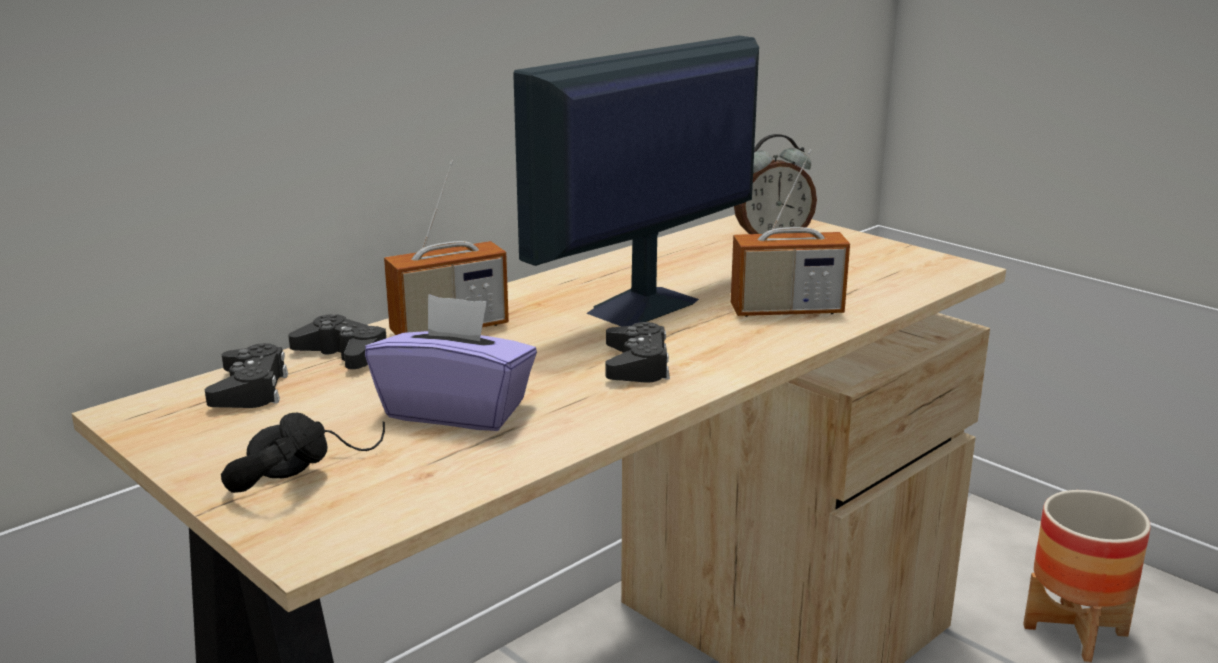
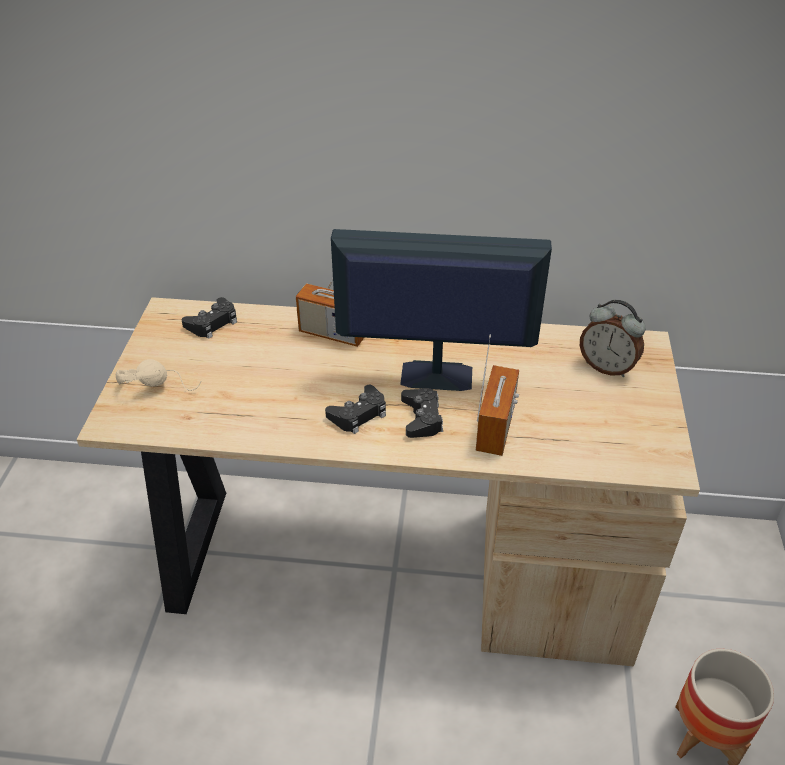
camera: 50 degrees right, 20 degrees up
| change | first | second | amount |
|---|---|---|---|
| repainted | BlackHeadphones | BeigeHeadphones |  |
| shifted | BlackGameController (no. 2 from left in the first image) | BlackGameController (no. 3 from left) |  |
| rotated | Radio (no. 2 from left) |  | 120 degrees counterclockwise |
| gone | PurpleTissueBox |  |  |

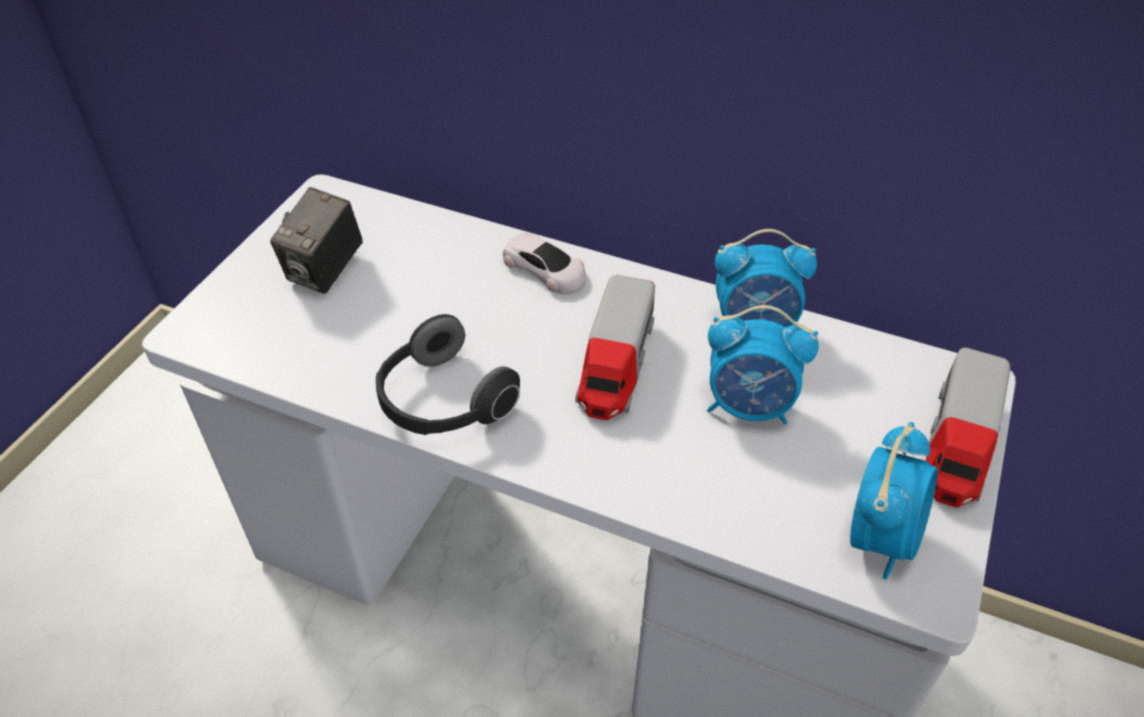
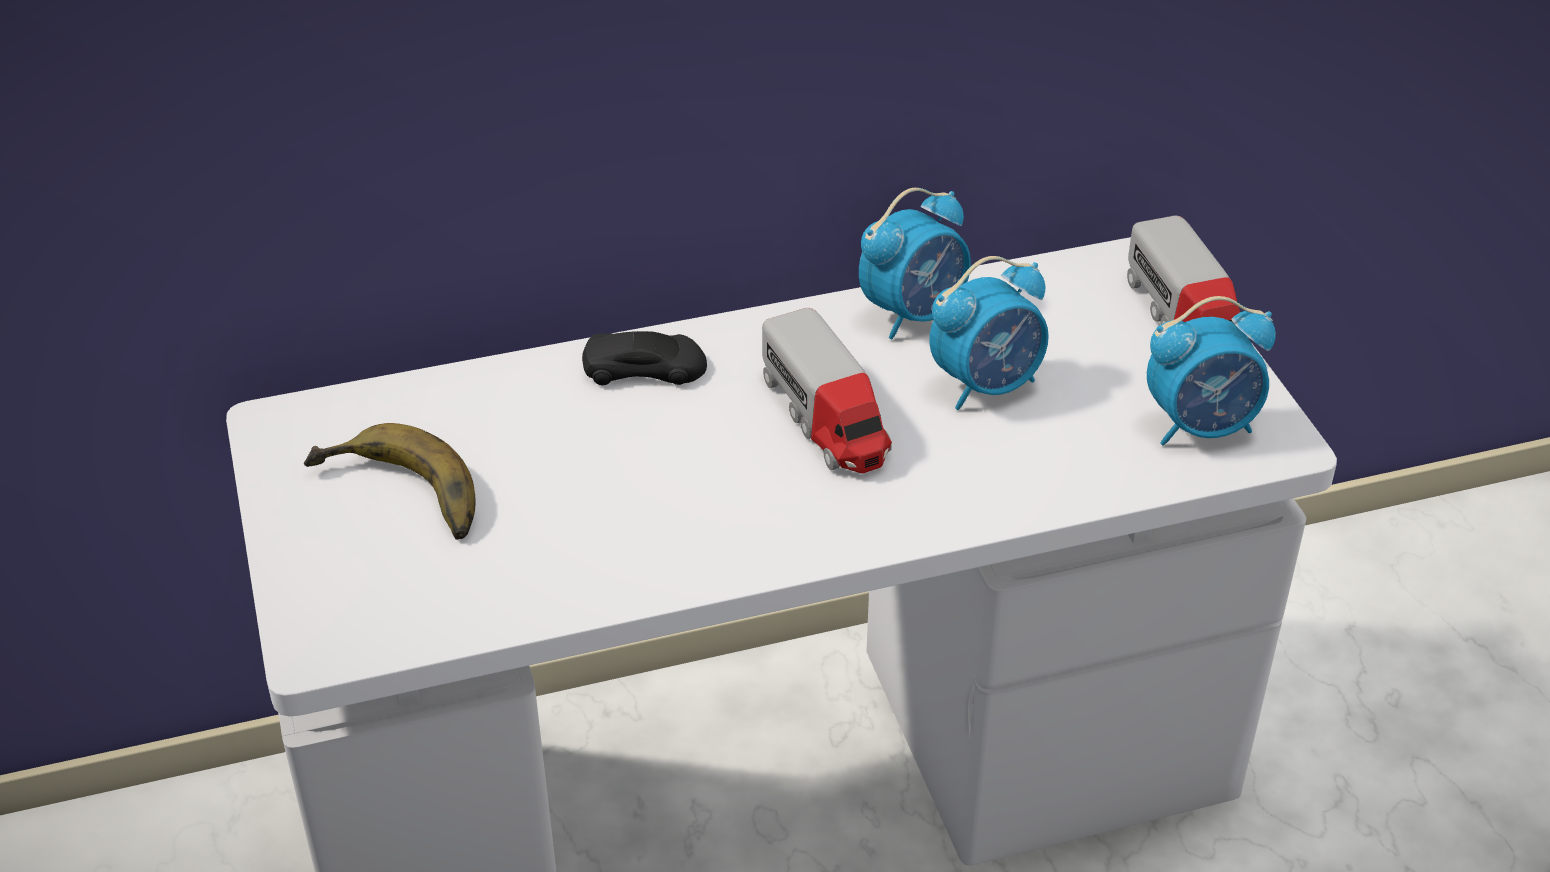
camera: 40 degrees left, 5 degrees down
| change | first | second | amount |
|---|---|---|---|
| swapped | PhotoCamera | Banana |  |
| repainted | WhiteToyCar | BlackToyCar |  |
| rotated | AlarmClock (no. 3 from left) |  | 90 degrees clockwise |
| gone | Headphones |  |  |

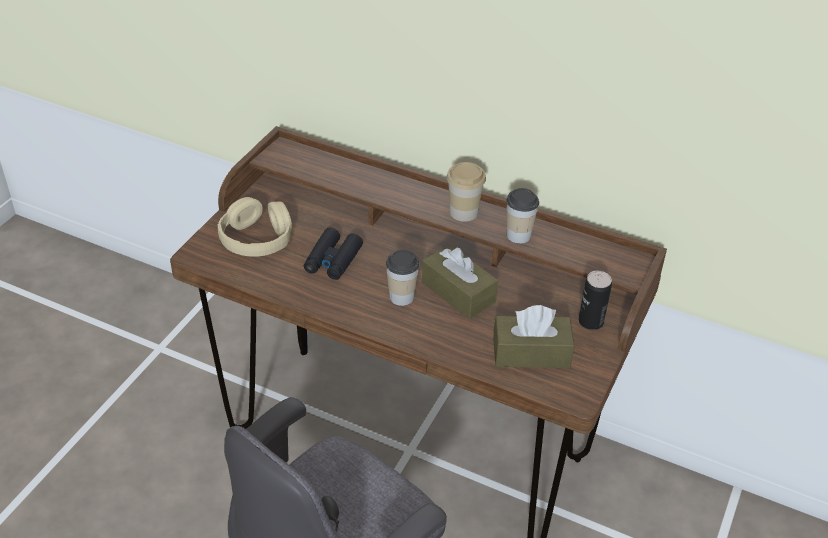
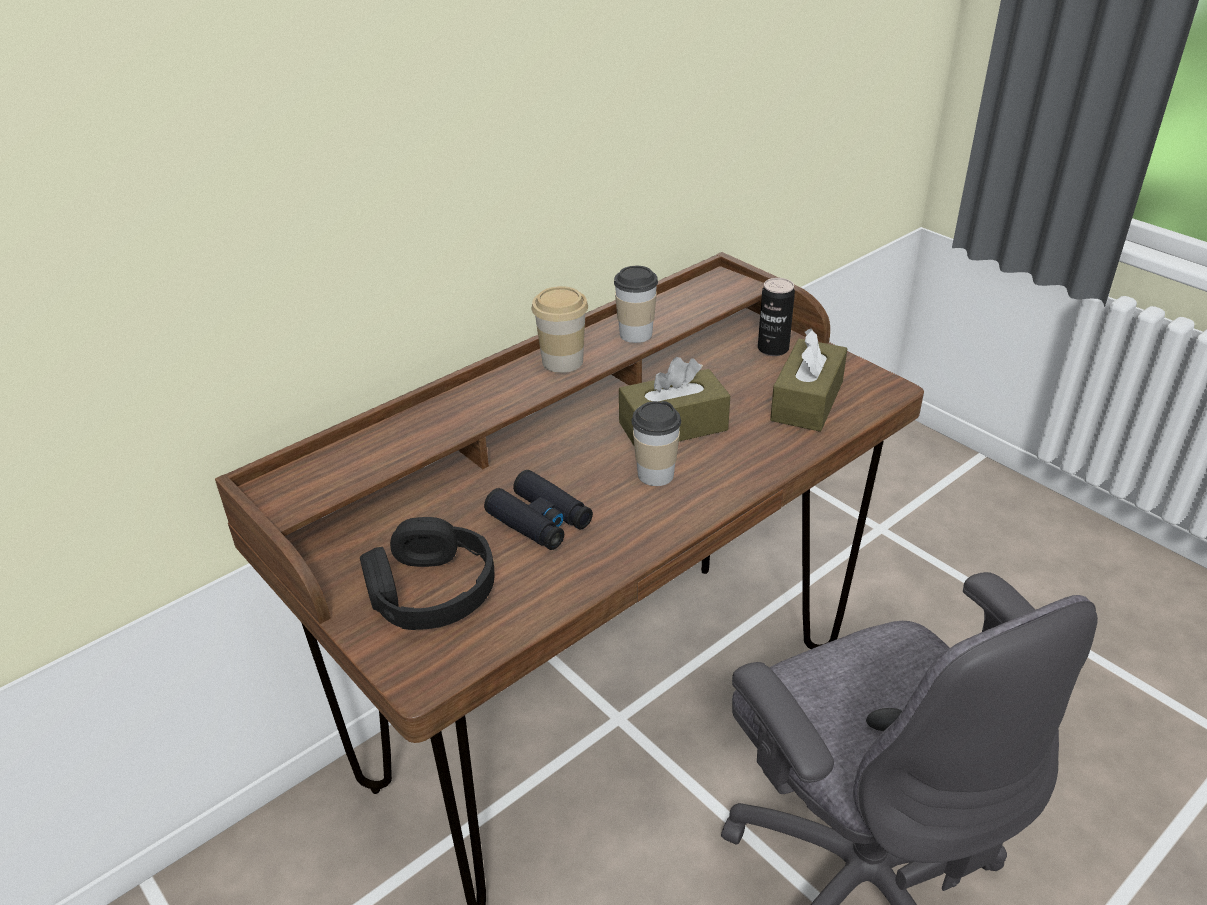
camera: 65 degrees left, 5 degrees down
| change | first | second | amount |
|---|---|---|---|
| repainted | BeigeHeadphones | BlackHeadphones |  |

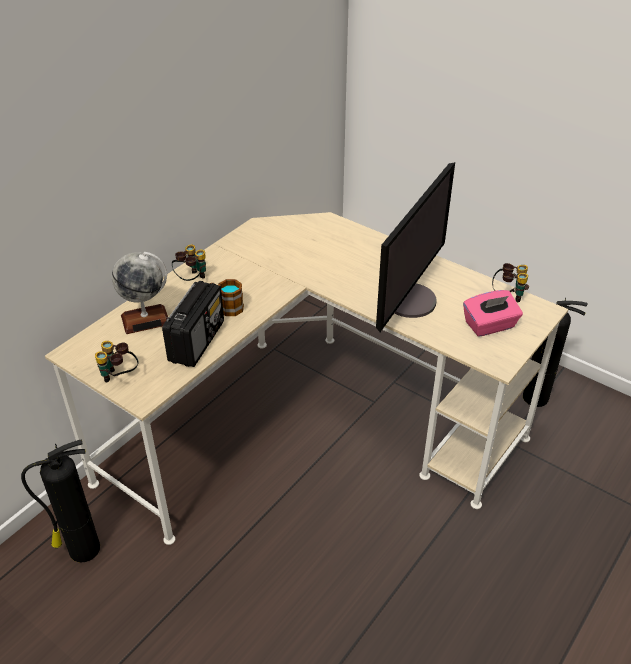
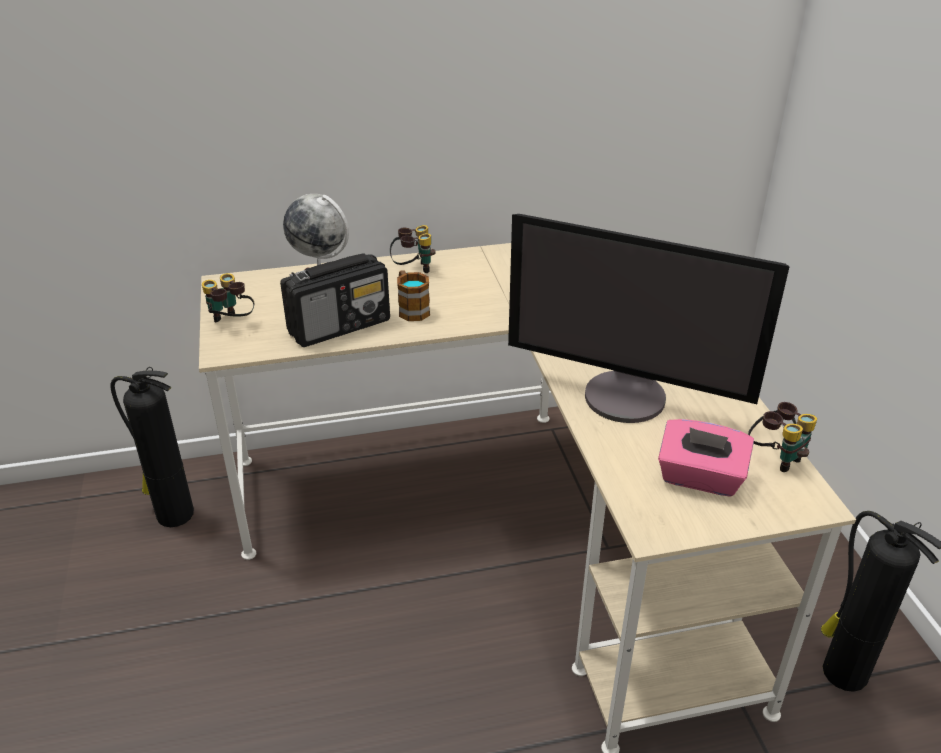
camera: 40 degrees right, 5 degrees down
| change | first | second | amount |
|---|---|---|---|
| rotated | Monitor |  | 45 degrees clockwise |

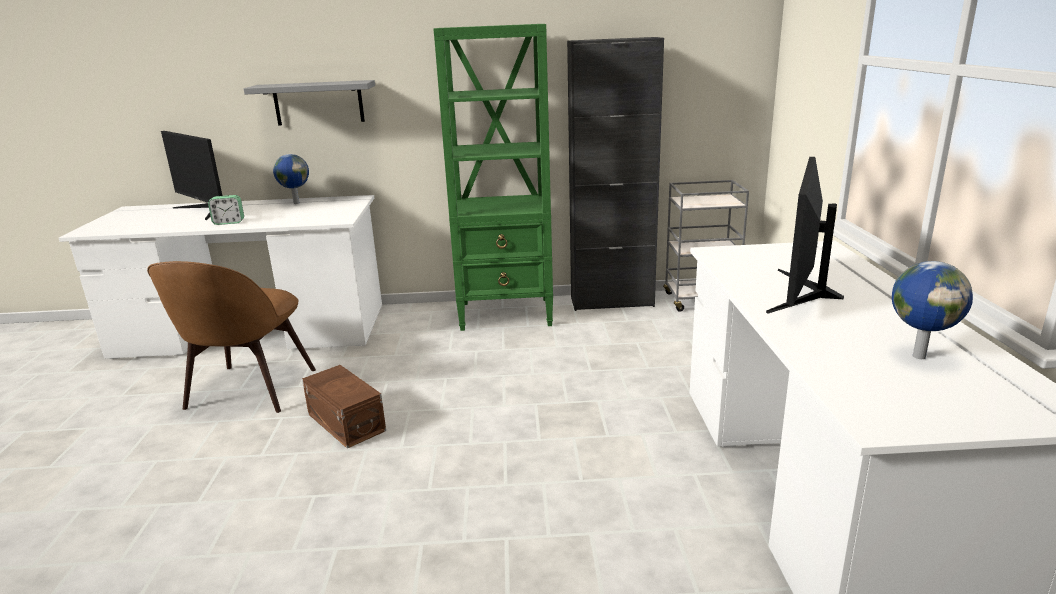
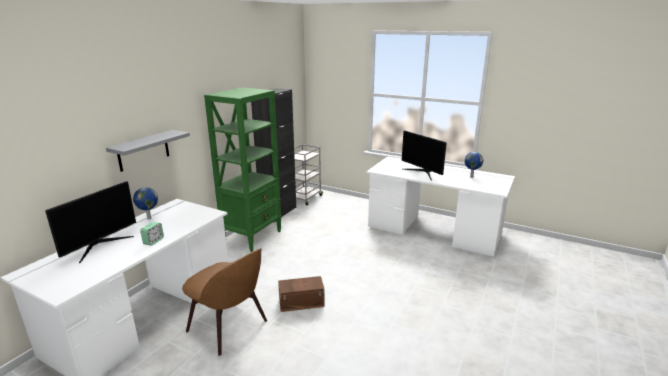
camera: 60 degrees left, 0 degrees up
| change | first | second | amount |
|---|---|---|---|
| rotated | Monitor (no. 1 from left) |  | 45 degrees counterclockwise |

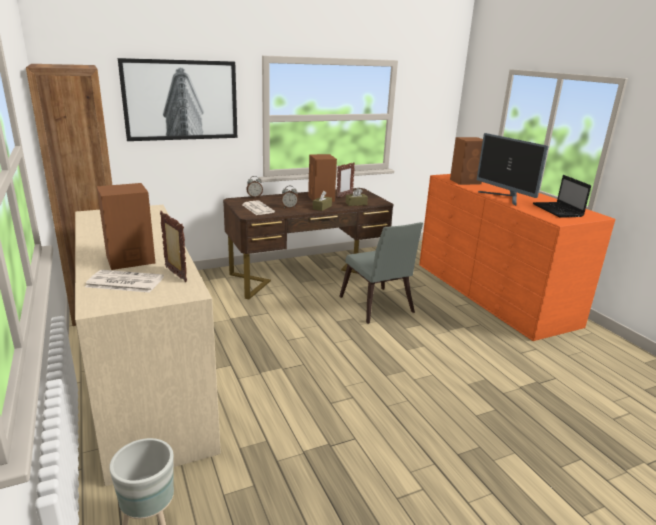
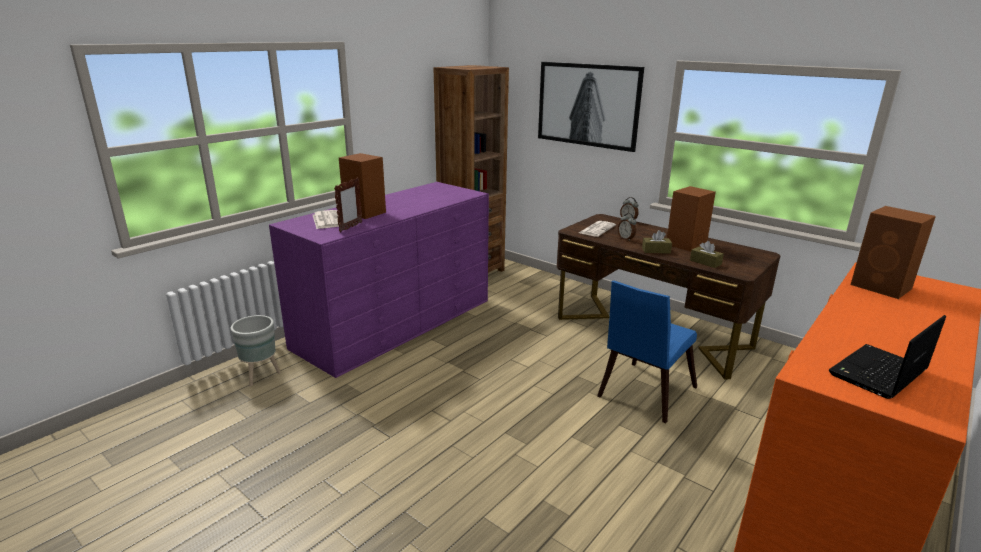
camera: 65 degrees right, 0 degrees up
| change | first | second | amount |
|---|---|---|---|
| repainted | BeigeDresser | PurpleDresser |  |
| repainted | GreyChair | BlueChair |  |
| gone | PictureFrame (no. 2 from left) |  |  |
| gone | Monitor |  |  |

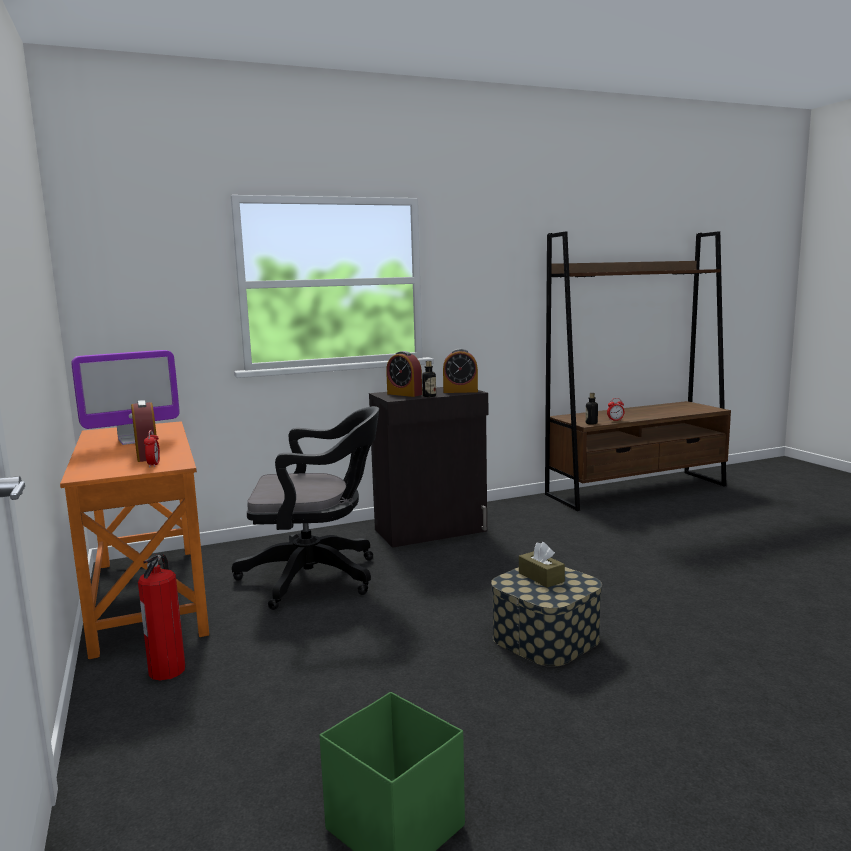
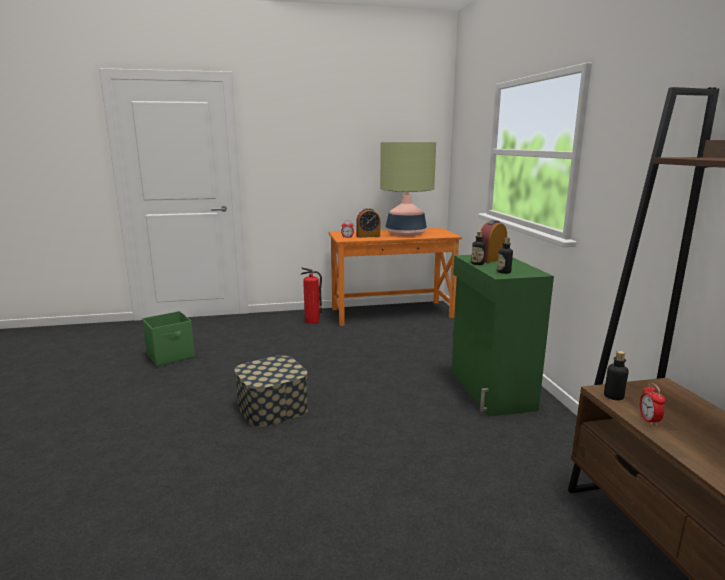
camera: 100 degrees right, 5 degrees up
| change | first | second | amount |
|---|---|---|---|
| swapped | Monitor | TableLamp |  |
| repainted | BlackCabinet | GreenCabinet |  |
| swapped | AlarmClock (no. 4 from left) | Bottle (no. 2 from left) |  |
| gone | BlackOfficeChair |  |  |
| gone | BrownTissueBox |  |  |

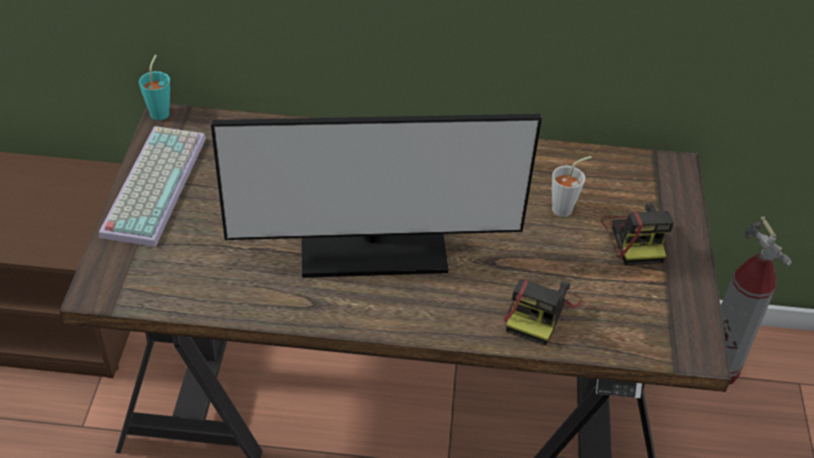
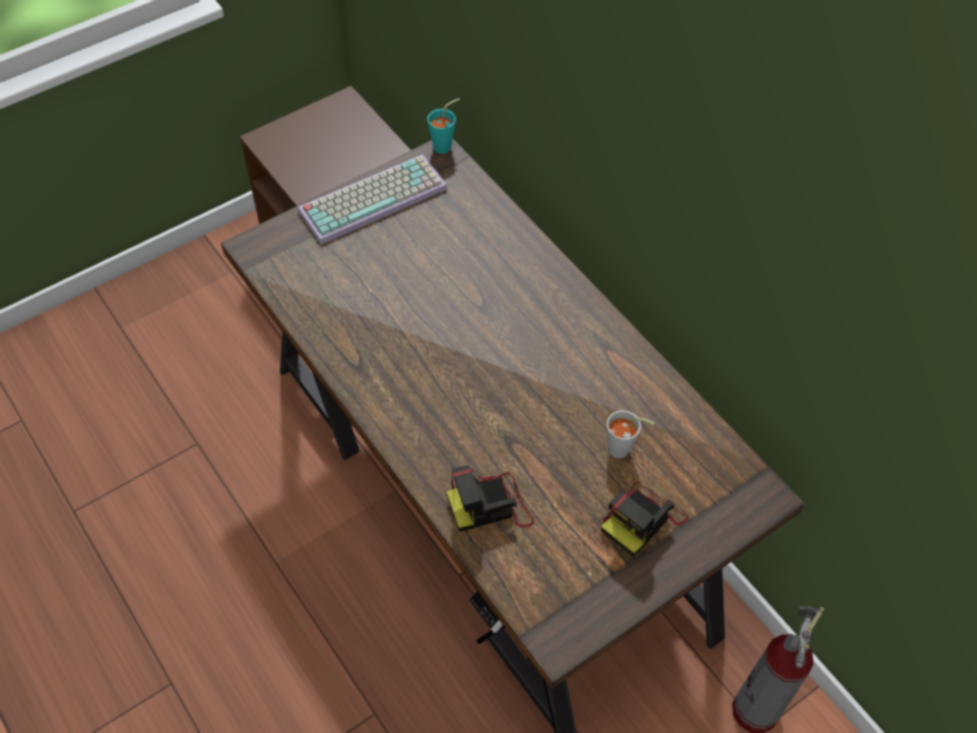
camera: 50 degrees right, 10 degrees up
| change | first | second | amount |
|---|---|---|---|
| gone | Monitor |  |  |

